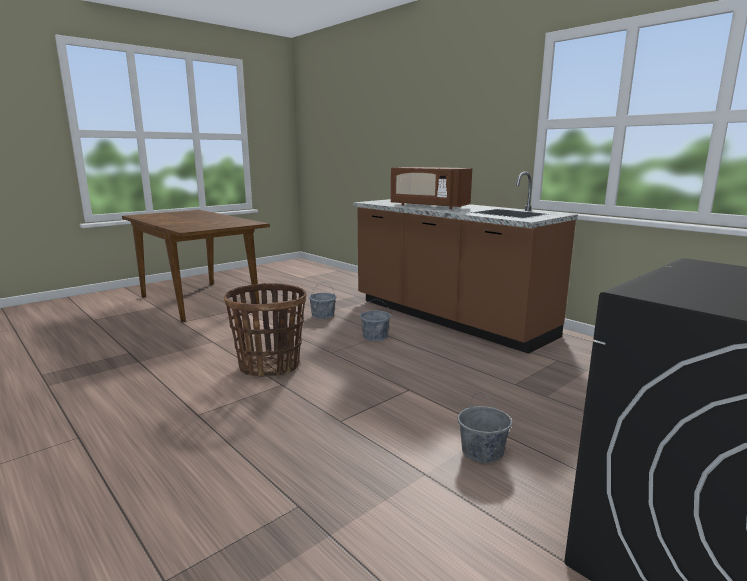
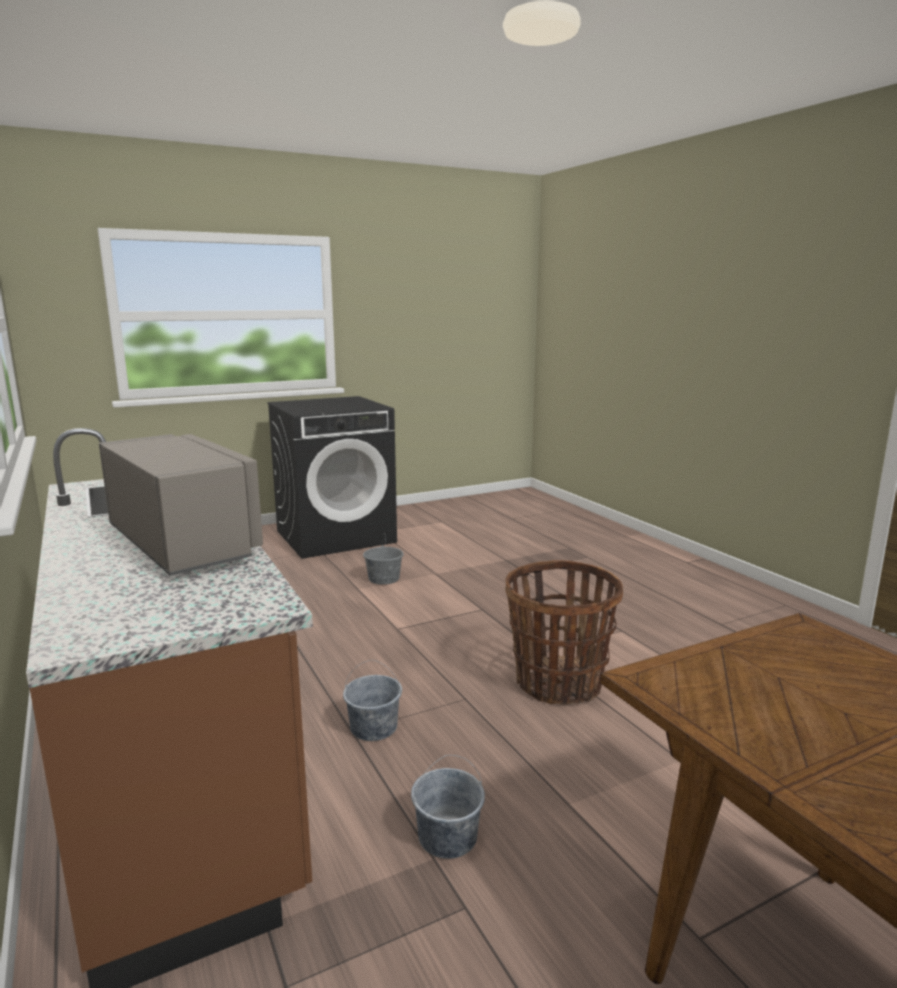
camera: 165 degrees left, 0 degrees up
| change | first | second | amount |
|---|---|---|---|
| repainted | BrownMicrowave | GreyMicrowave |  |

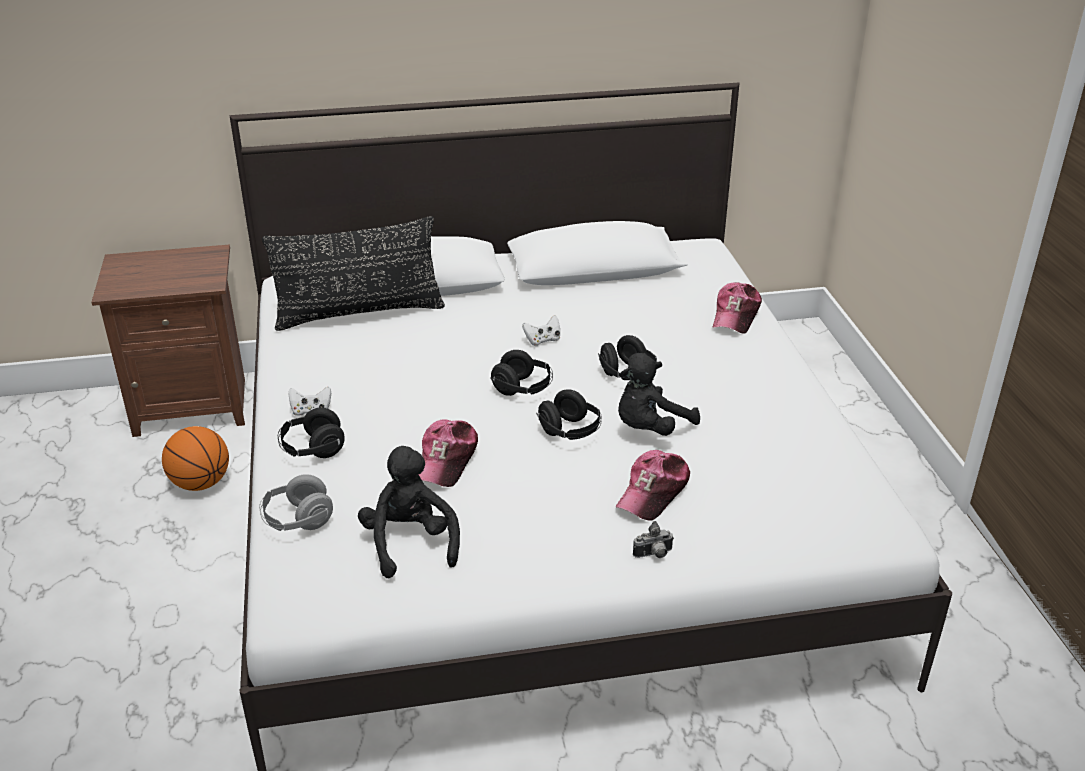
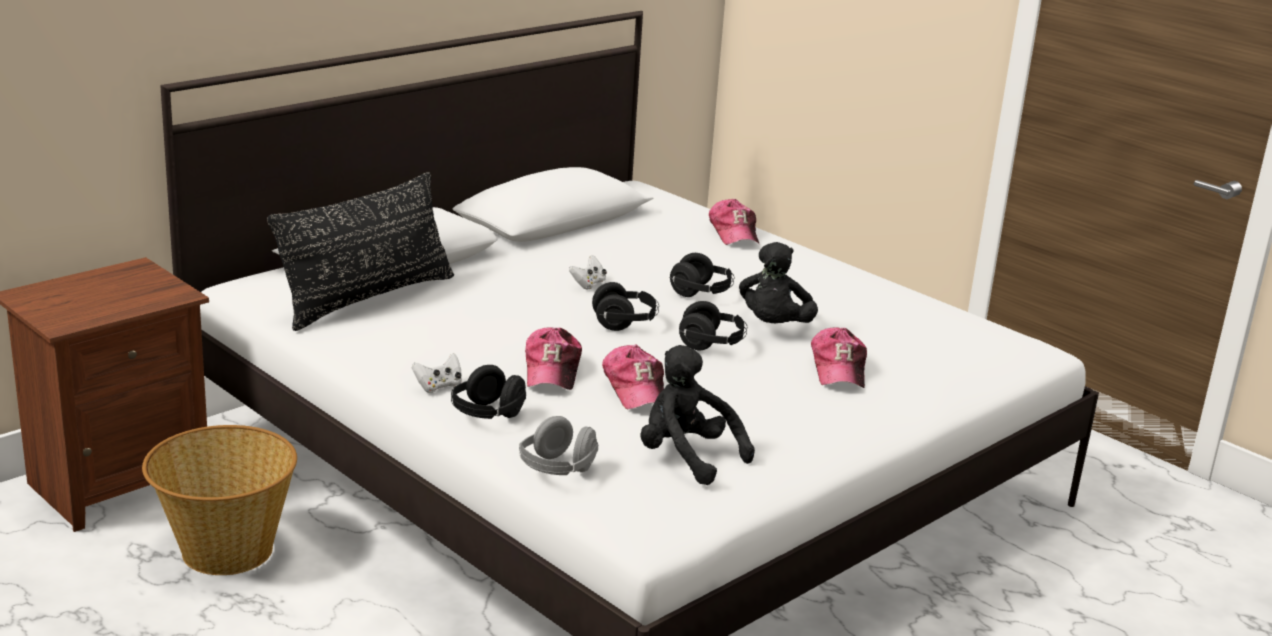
camera: 35 degrees left, 10 degrees down
| change | first | second | amount |
|---|---|---|---|
| swapped | Basketball | Basket |  |
| new |  | Cap (no. 1 from left) |  |
| gone | PhotoCamera |  |  |

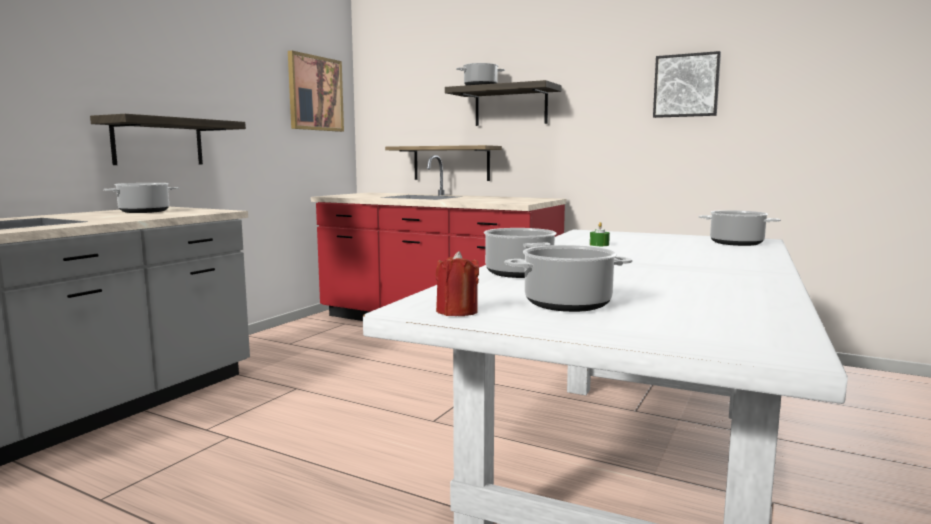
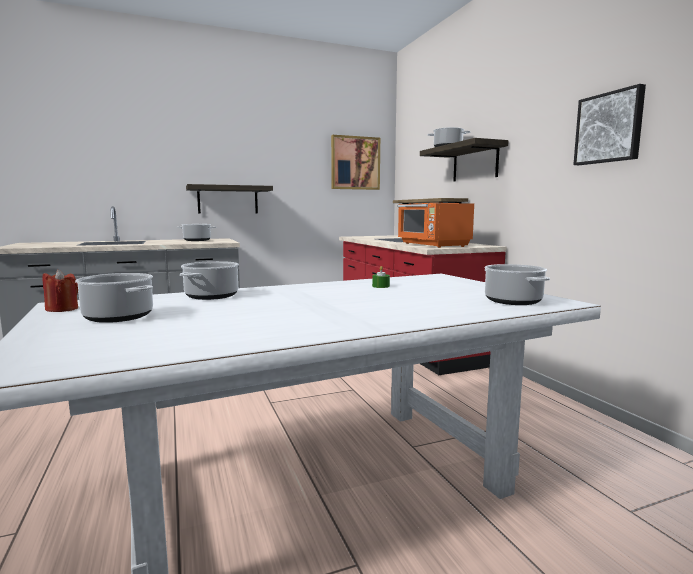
camera: 40 degrees right, 0 degrees up
| change | first | second | amount |
|---|---|---|---|
| new |  | OrangeMicrowave |  |

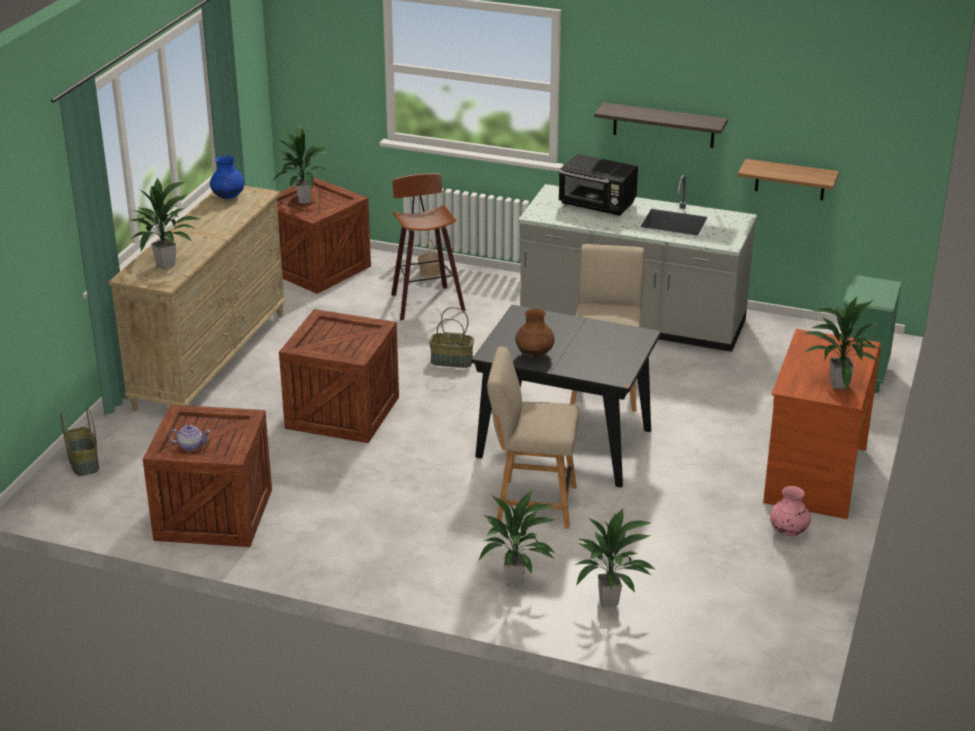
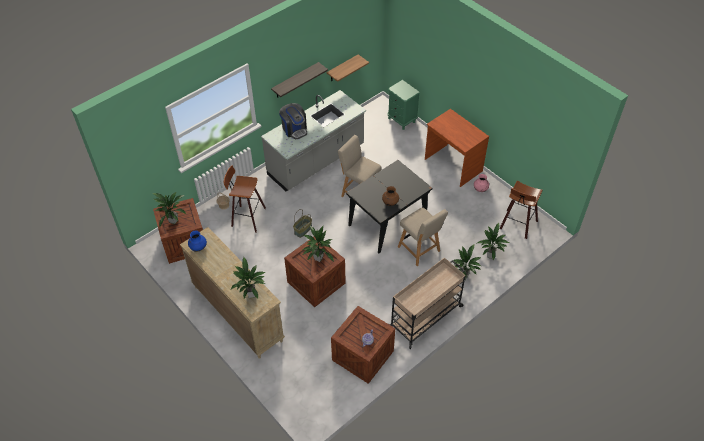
camera: 60 degrees left, 20 degrees up
| change | first | second | amount |
|---|---|---|---|
| swapped | BlackMicrowave | CoffeeMachine |  |
| shifted | PottedPlant (no. 5 from left in the first image) | PottedPlant (no. 3 from left) |  |
| new |  | BeigeCart |  |
| rotated | BeigeChair (no. 1 from left in the first image) | BeigeChair (no. 2 from left) | 75 degrees counterclockwise |
| new |  | Stool (no. 2 from left) |  |
| gone | Basket (no. 1 from left) |  |  |

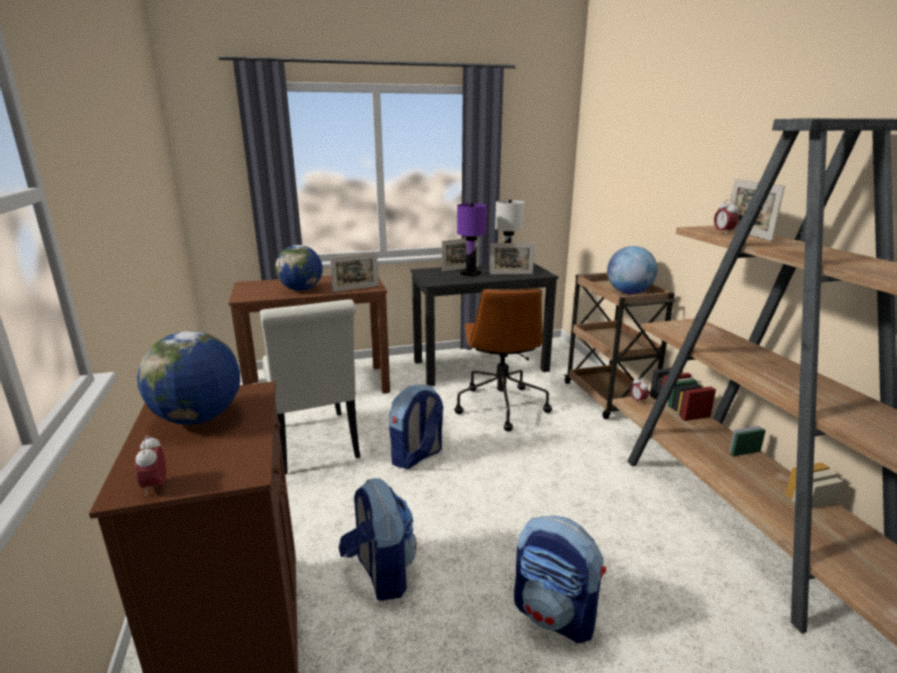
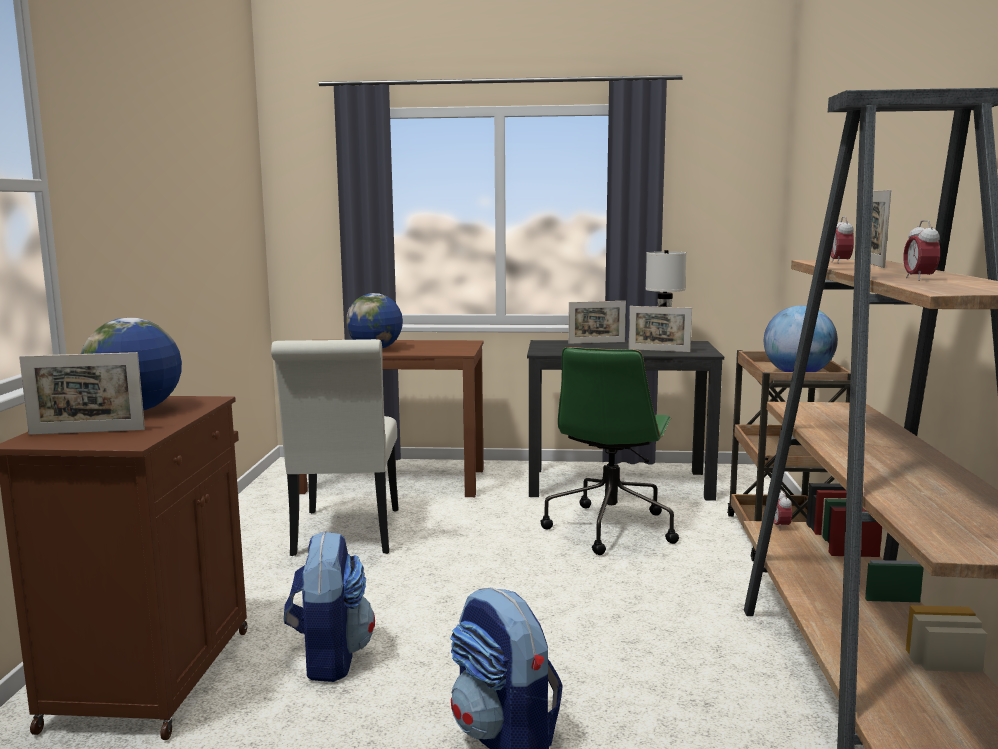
camera: 20 degrees right, 10 degrees down
| change | first | second | amount |
|---|---|---|---|
| shifted | PictureFrame (no. 1 from left) |  |  |
| repainted | BrownOfficeChair | GreenOfficeChair |  |
| shifted | AlarmClock (no. 1 from left in the first image) | AlarmClock (no. 3 from left) |  |
| gone | Backpack (no. 2 from left) |  |  |
| gone | PurpleTableLamp |  |  |

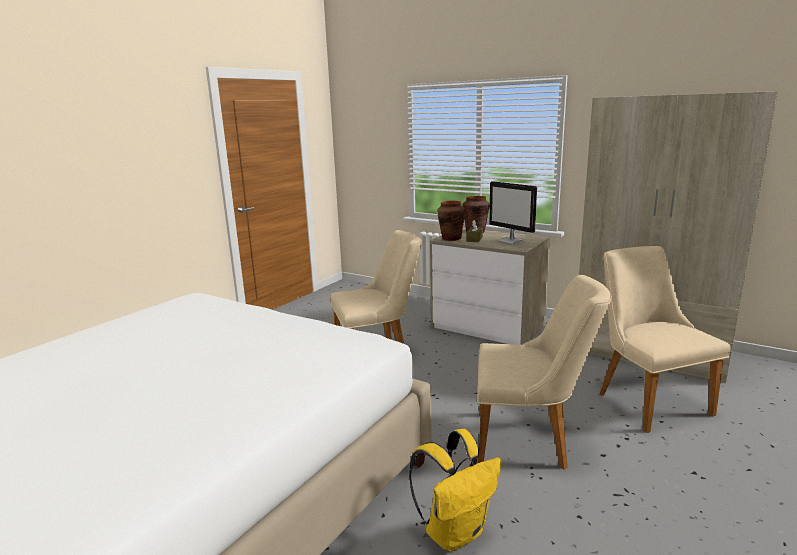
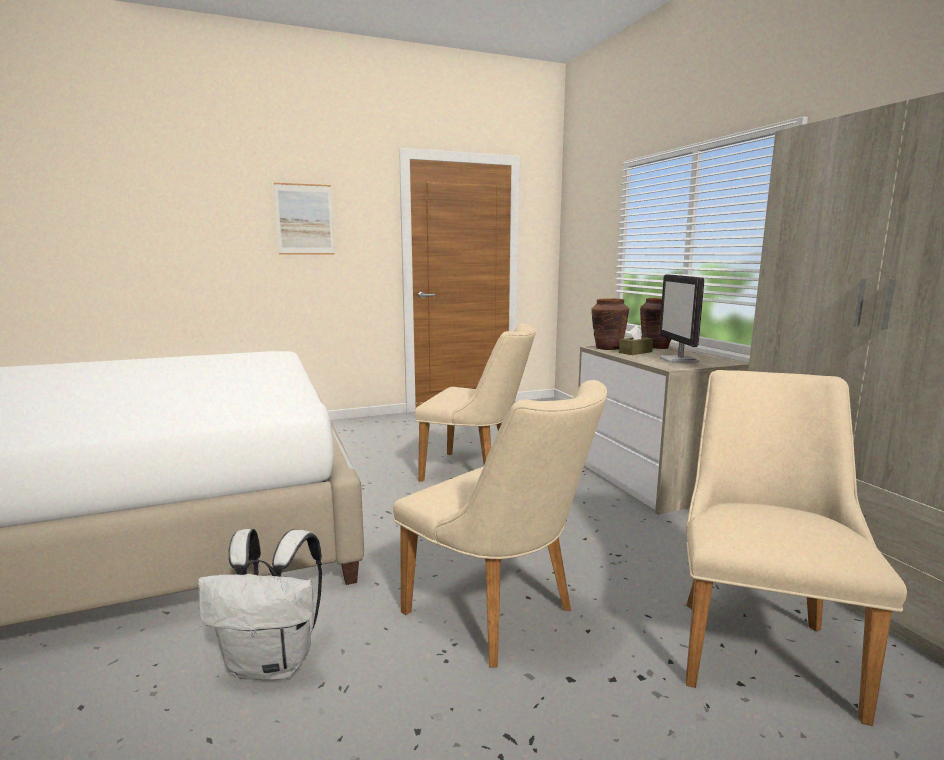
camera: 35 degrees right, 5 degrees down
| change | first | second | amount |
|---|---|---|---|
| repainted | YellowBackpack | WhiteBackpack |  |
| new |  | Picture |  |

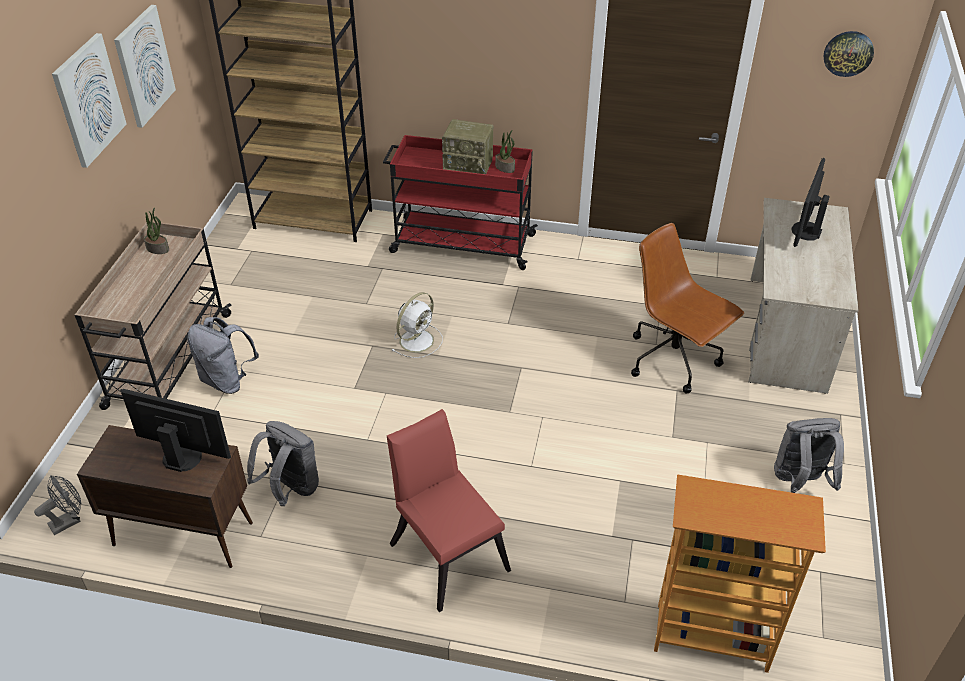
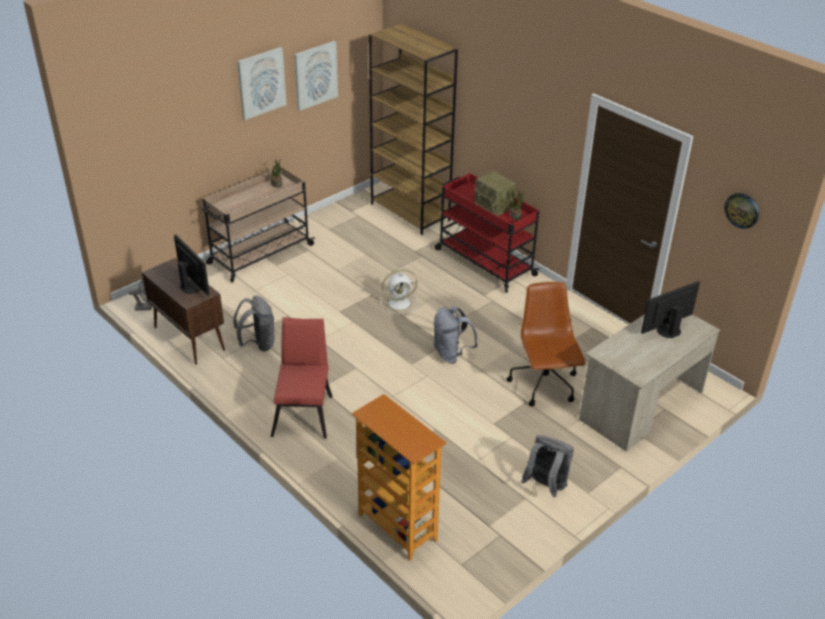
camera: 35 degrees right, 5 degrees down
| change | first | second | amount |
|---|---|---|---|
| shifted | GreyBackpack (no. 1 from left in the first image) | GreyBackpack (no. 2 from left) |  |

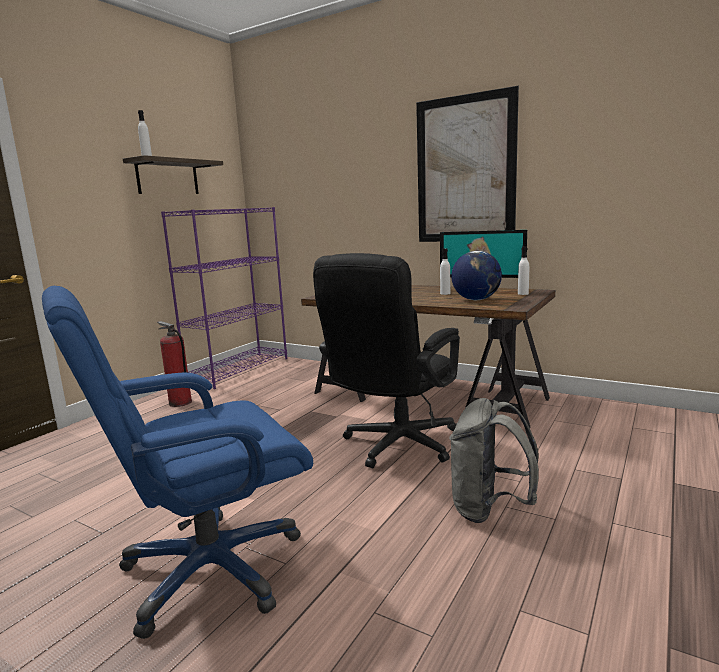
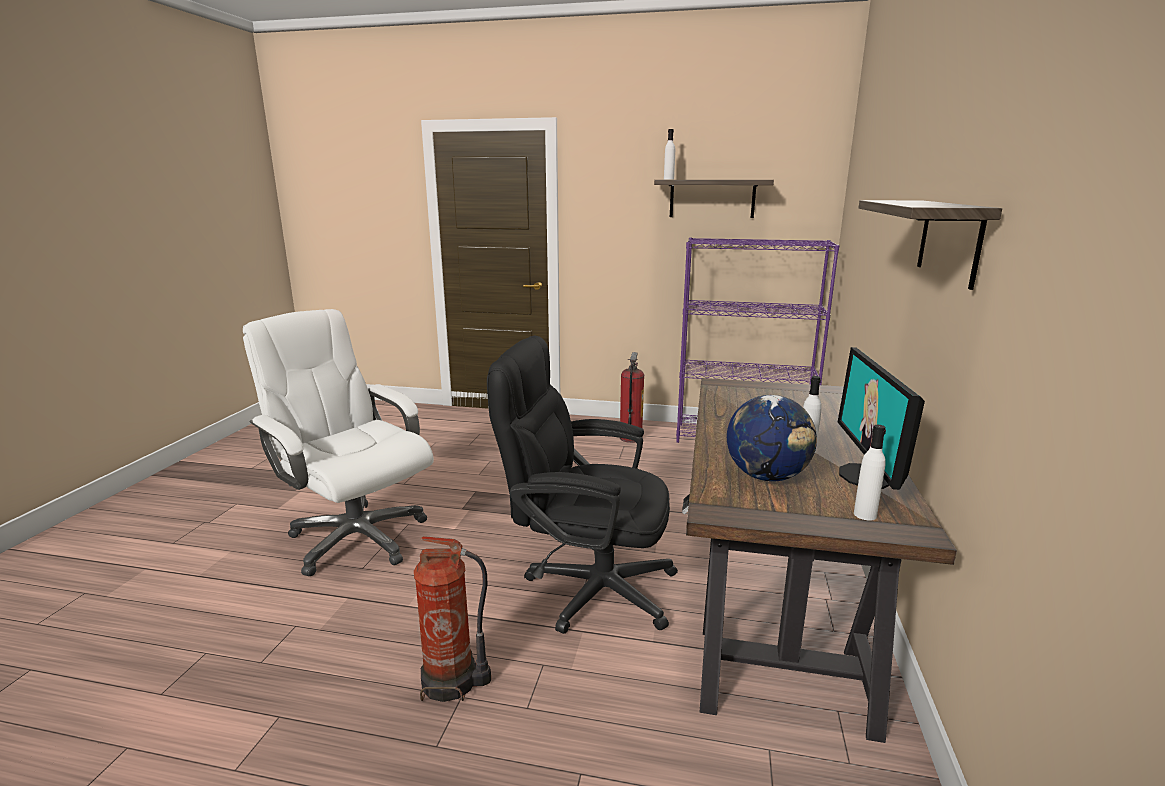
camera: 70 degrees right, 5 degrees up
| change | first | second | amount |
|---|---|---|---|
| repainted | BlueOfficeChair | WhiteOfficeChair |  |
| swapped | GreyBackpack | FireExtinguisher (no. 1 from left) |  |
| swapped | Picture | Shelf (no. 2 from left) |  |

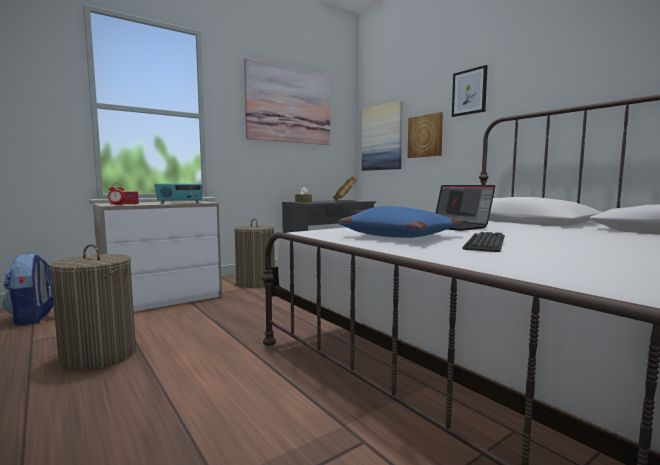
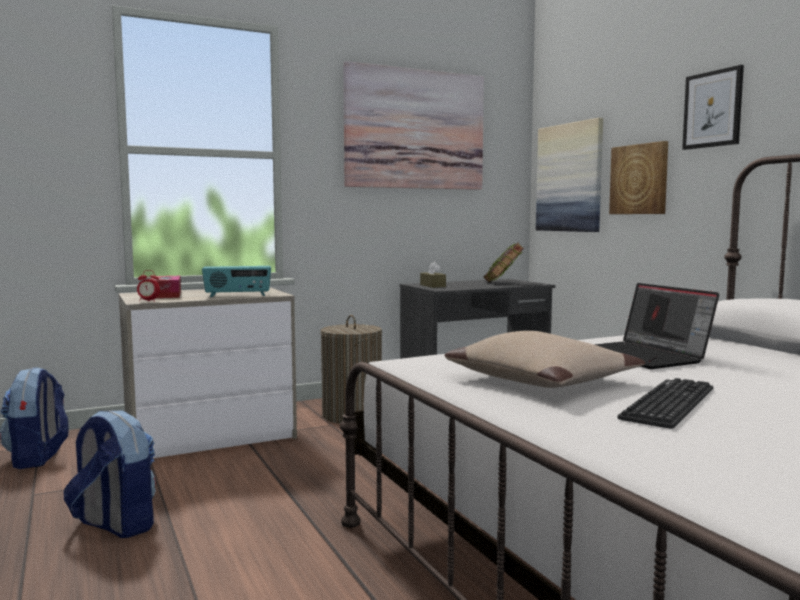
camera: 10 degrees right, 0 degrees up
| change | first | second | amount |
|---|---|---|---|
| swapped | LaundryBasket (no. 1 from left) | Backpack (no. 2 from left) |  |
| repainted | BluePillow | BeigePillow |  |

